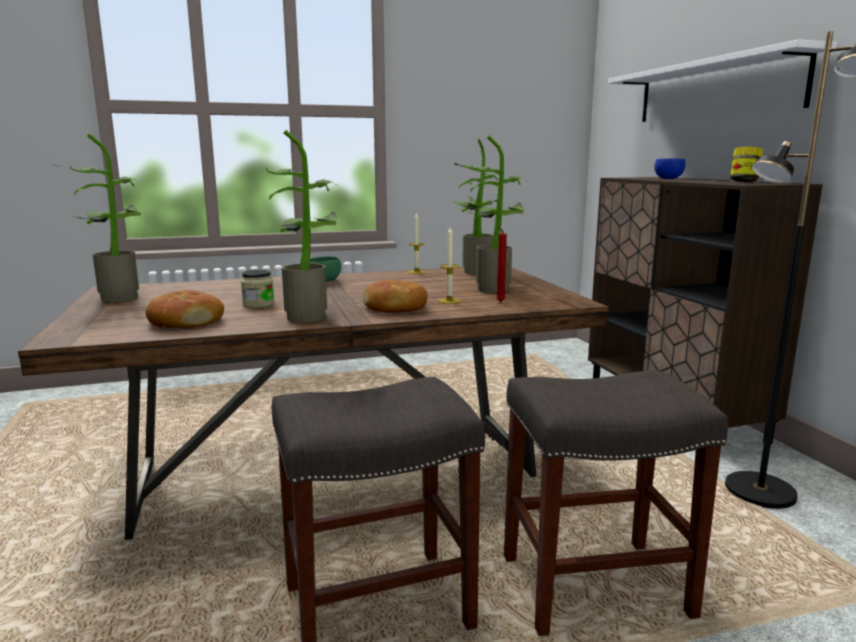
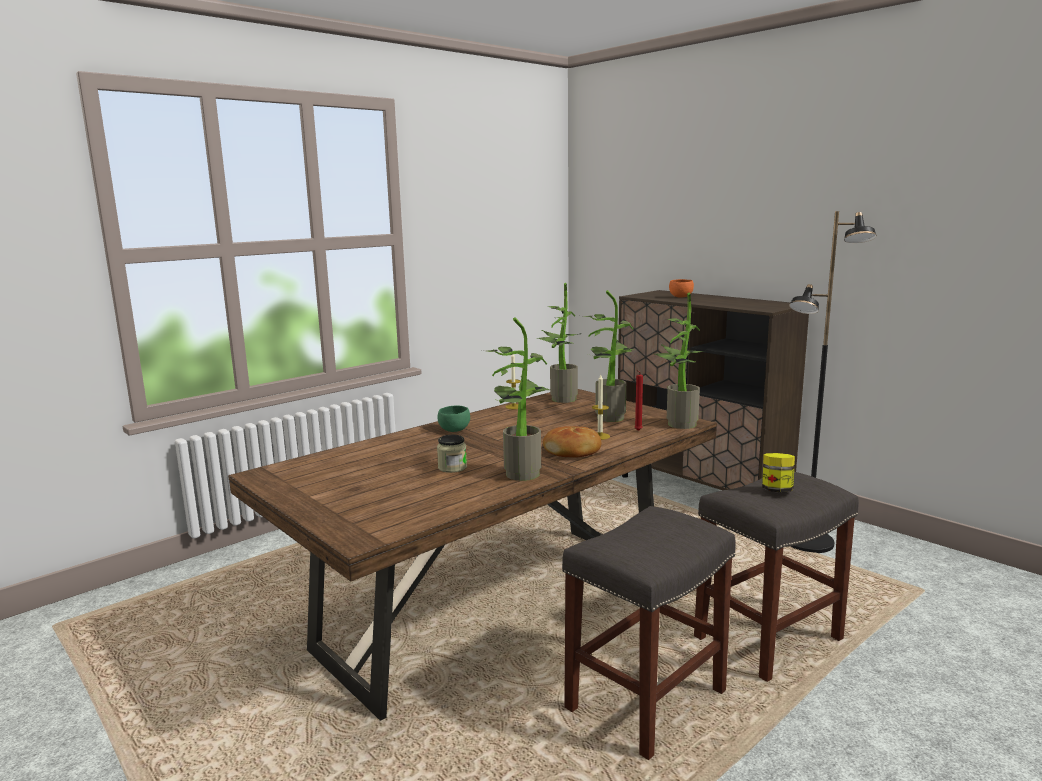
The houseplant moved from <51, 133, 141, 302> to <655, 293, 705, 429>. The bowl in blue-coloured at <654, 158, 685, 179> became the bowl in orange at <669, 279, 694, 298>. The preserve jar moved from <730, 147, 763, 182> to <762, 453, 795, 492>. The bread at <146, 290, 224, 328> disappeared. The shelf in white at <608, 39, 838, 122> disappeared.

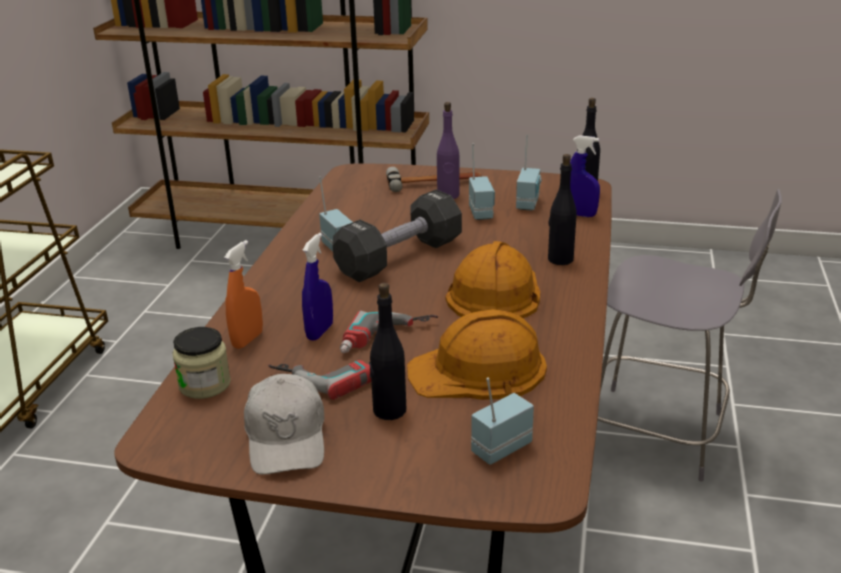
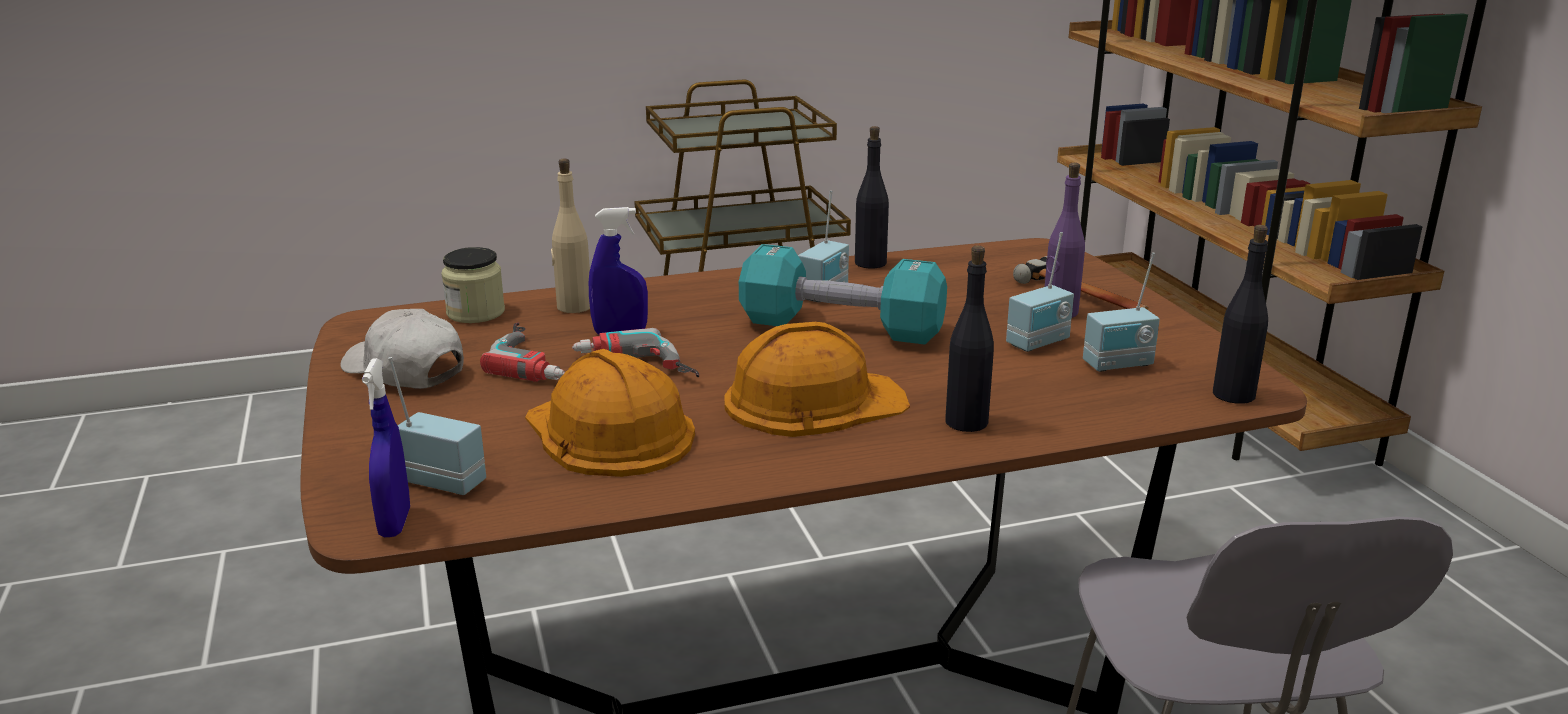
The baseball cap in white at <244, 374, 324, 475> turned 75 degrees clockwise. The spray bottle in blue-coloured moved from <570, 135, 600, 217> to <362, 358, 410, 537>. The spray bottle in orange at <224, 240, 263, 349> was replaced by the beverage bottle in sand-coloured at <551, 159, 590, 313>. The dumbbell in black-coloured at <333, 189, 462, 282> became the dumbbell in turquoise at <739, 244, 947, 345>. The beverage bottle in black-coloured moved from <369, 283, 406, 420> to <855, 126, 889, 269>.

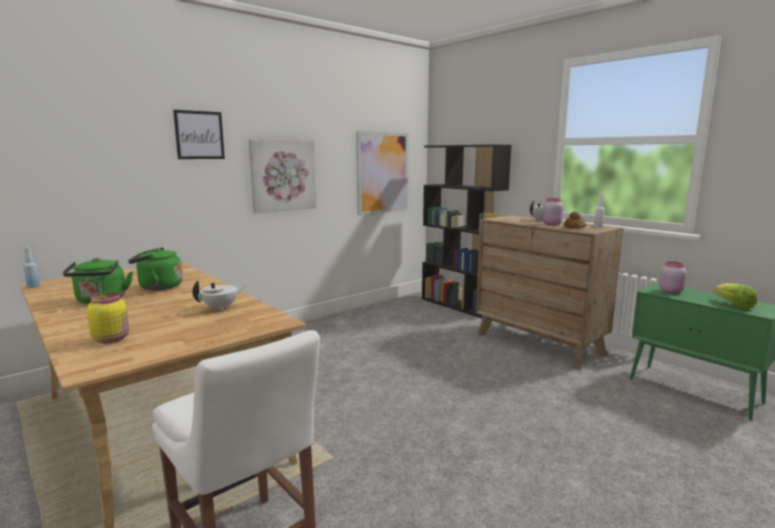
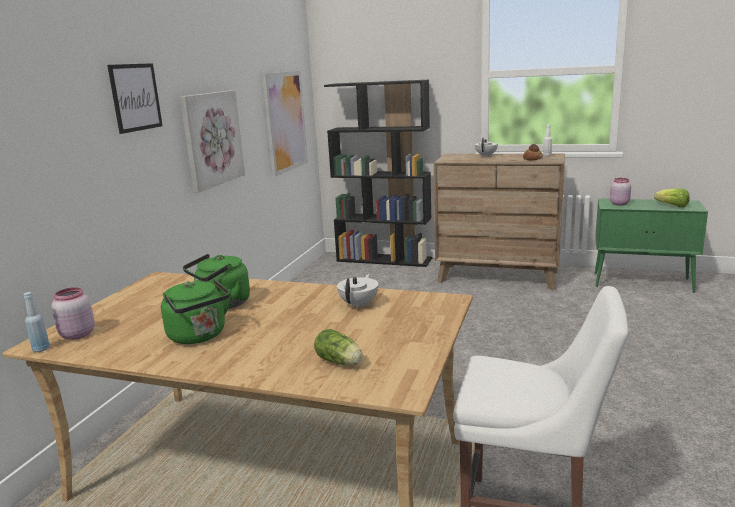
The preserve jar in pink-coloured moved from <543, 198, 564, 225> to <52, 287, 95, 340>. The preserve jar in yellow at <87, 292, 129, 344> was replaced by the lettuce head at <314, 329, 363, 365>.

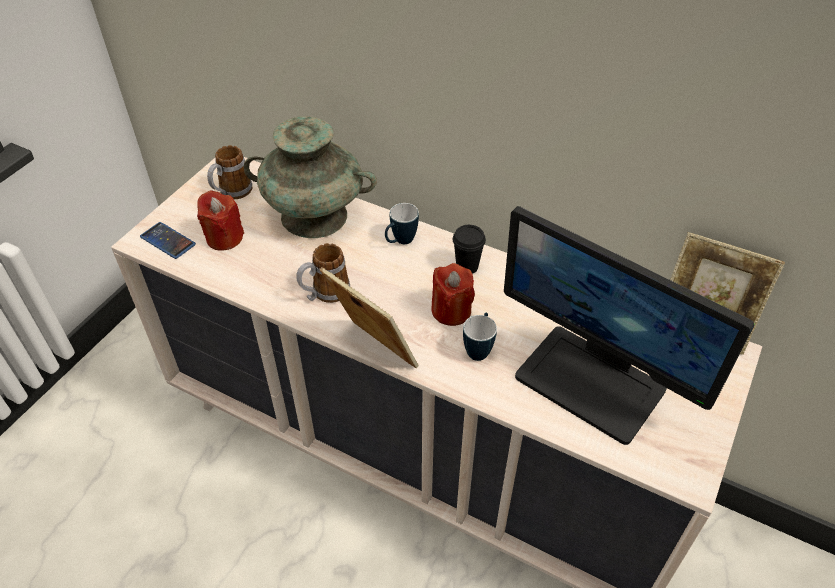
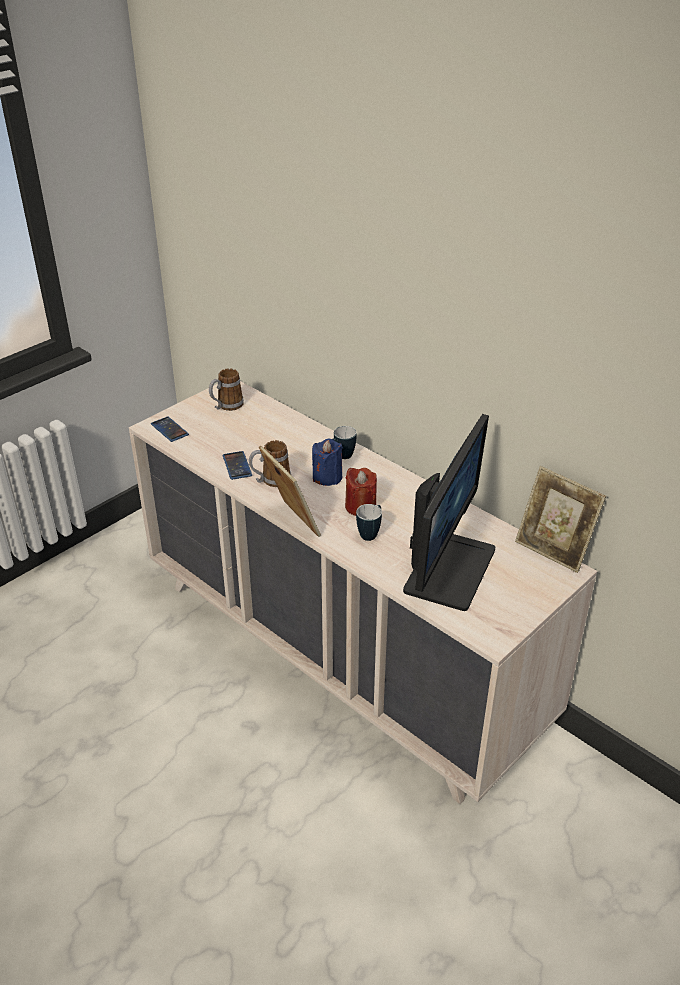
The handset at <223, 451, 252, 480> appeared. The wax light in blue-coloured at <312, 439, 343, 486> appeared. The computer screen at <504, 206, 755, 445> turned 120 degrees counterclockwise. The wax light in red at <197, 190, 244, 250> disappeared. The vase in turquoise at <244, 116, 377, 238> disappeared. The cup in black-coloured at <453, 225, 486, 274> disappeared.

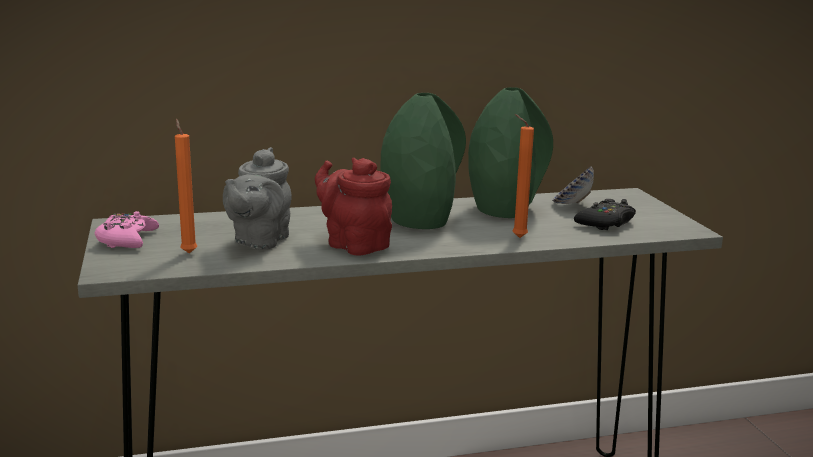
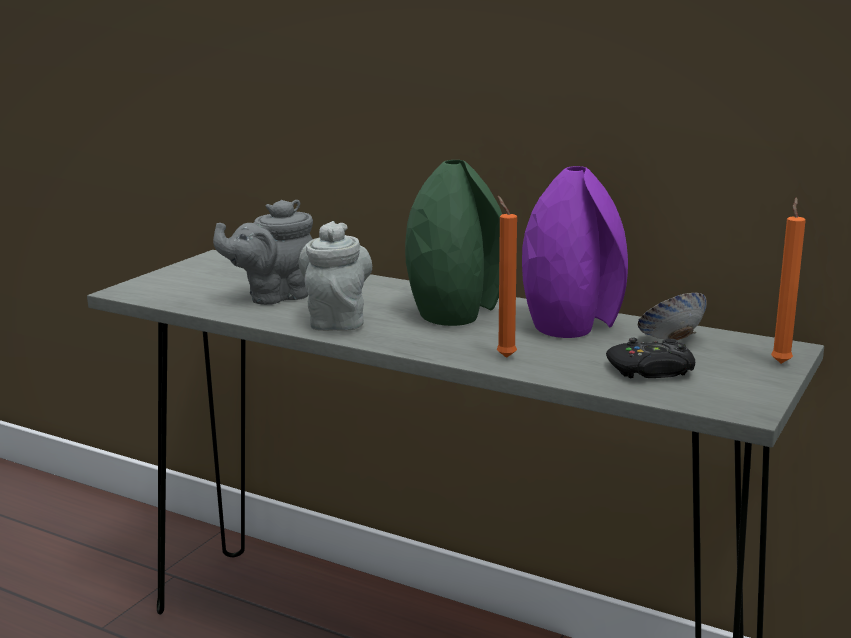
The teapot in red at <315, 158, 392, 255> became the teapot in gray at <299, 221, 372, 331>. The vase in green-coloured at <468, 87, 553, 218> became the vase in purple-coloured at <522, 166, 628, 338>. The wax light in orange moved from <175, 119, 197, 253> to <771, 197, 806, 364>. The game controller in pink-coloured at <95, 211, 159, 248> disappeared.

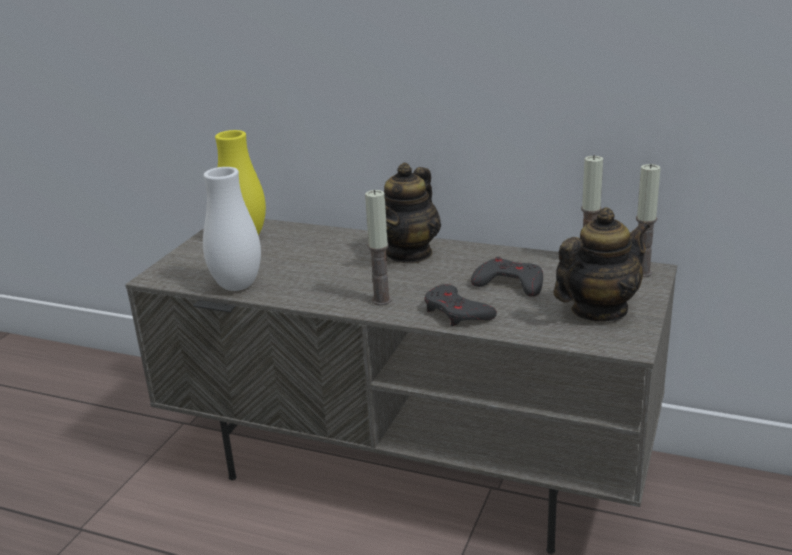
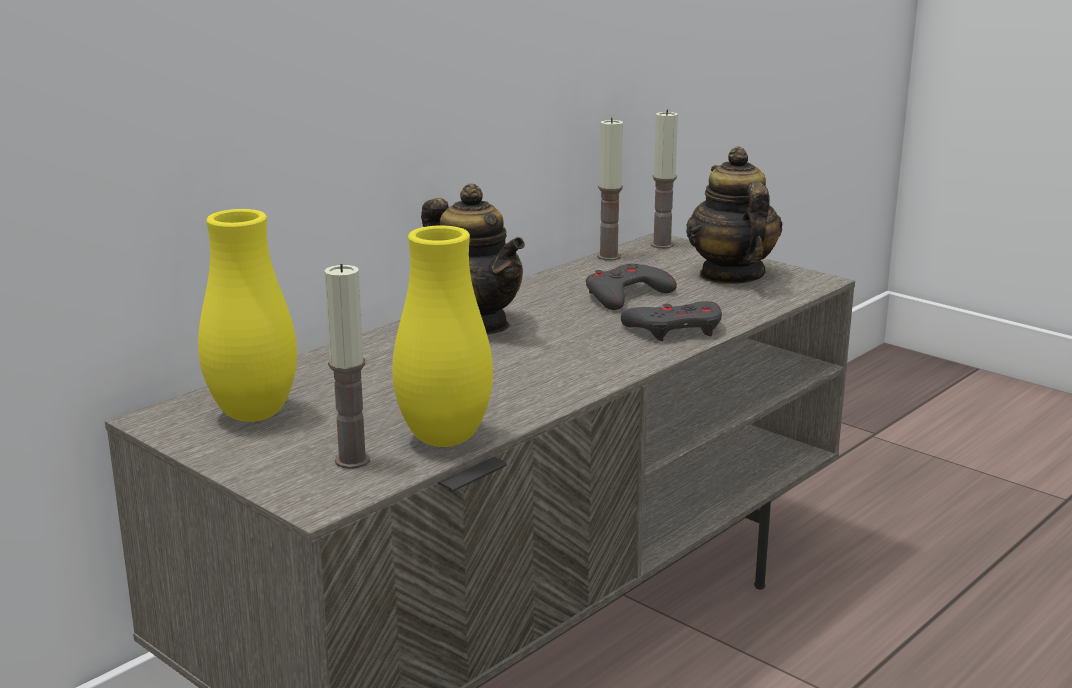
The wax light moved from <365, 190, 392, 306> to <324, 264, 370, 469>. The vase in white at <203, 167, 261, 291> became the vase in yellow at <392, 225, 493, 447>.

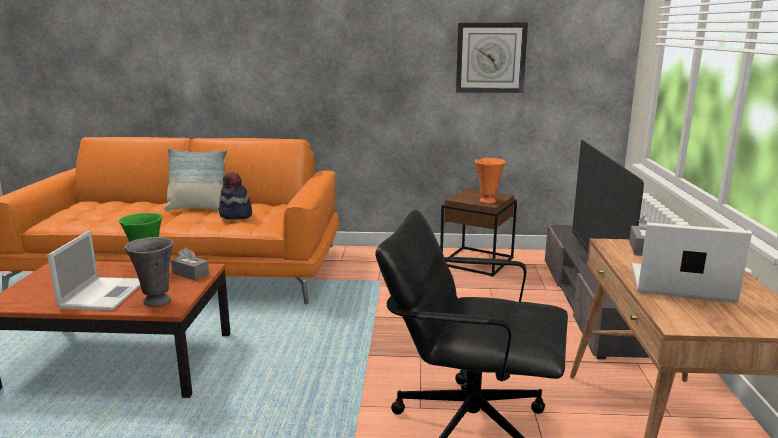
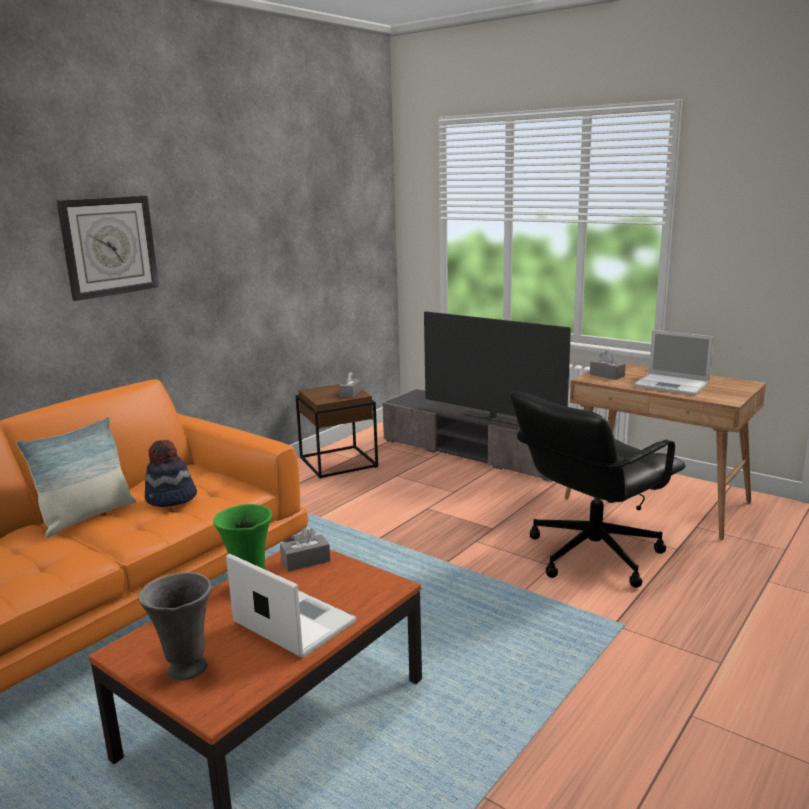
The wall clock moved from <456, 22, 528, 93> to <56, 196, 159, 301>. The vase in gray moved from <124, 237, 174, 307> to <138, 572, 211, 681>. The vase in orange at <475, 158, 506, 204> was replaced by the box of tissues in gray at <339, 371, 362, 398>. The portable computer at <631, 222, 752, 303> turned 105 degrees counterclockwise.

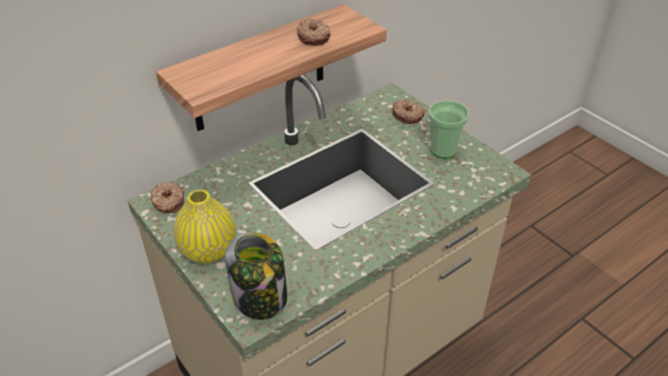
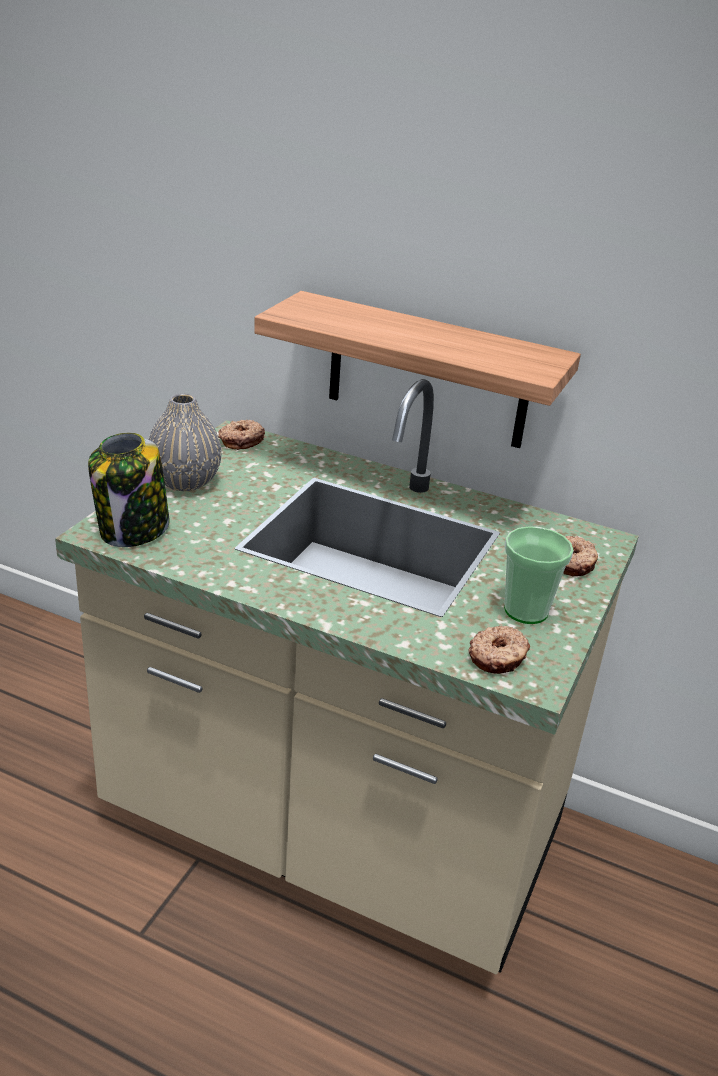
The vase in yellow at <174, 189, 236, 263> became the vase in gray at <148, 393, 222, 491>. The doughnut moved from <297, 19, 330, 46> to <469, 626, 530, 674>.

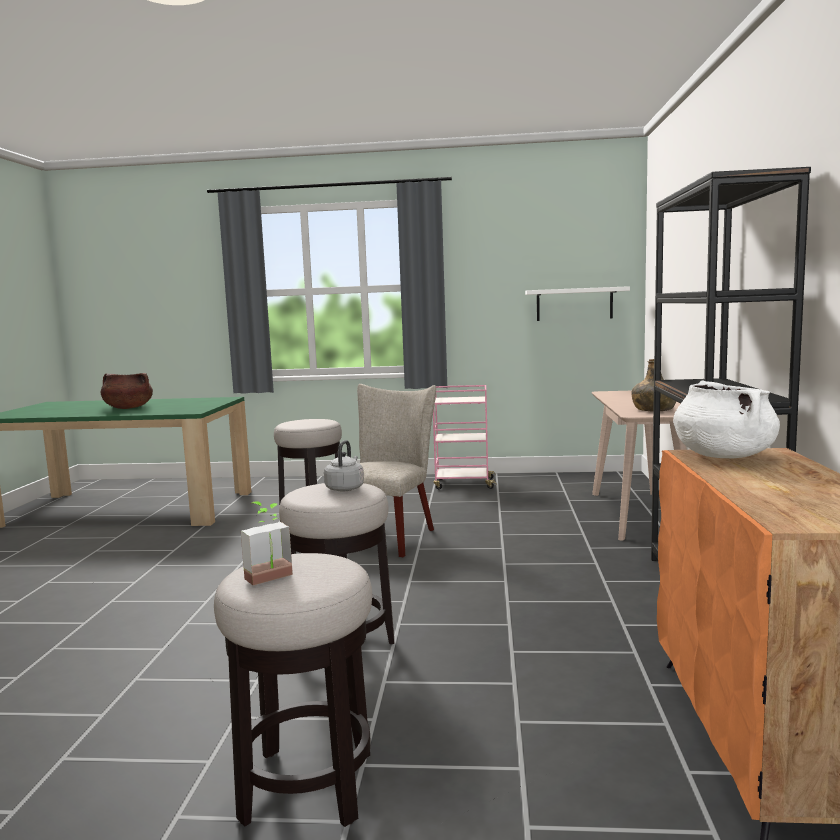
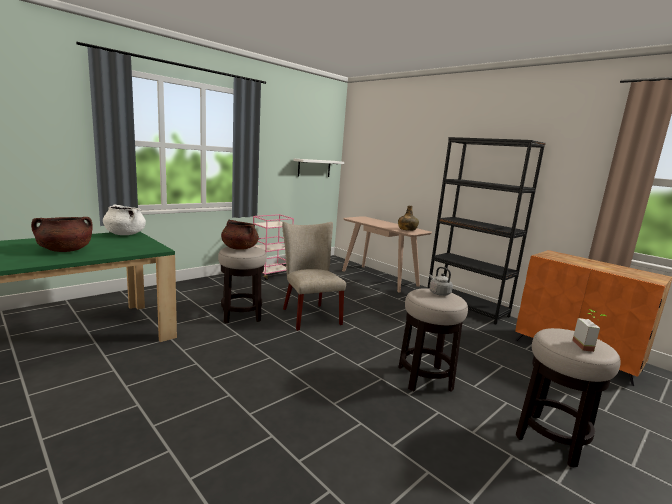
The saucepot in white moved from <673, 380, 780, 458> to <103, 204, 146, 235>. The saucepot in brownish at <221, 220, 259, 250> appeared.

